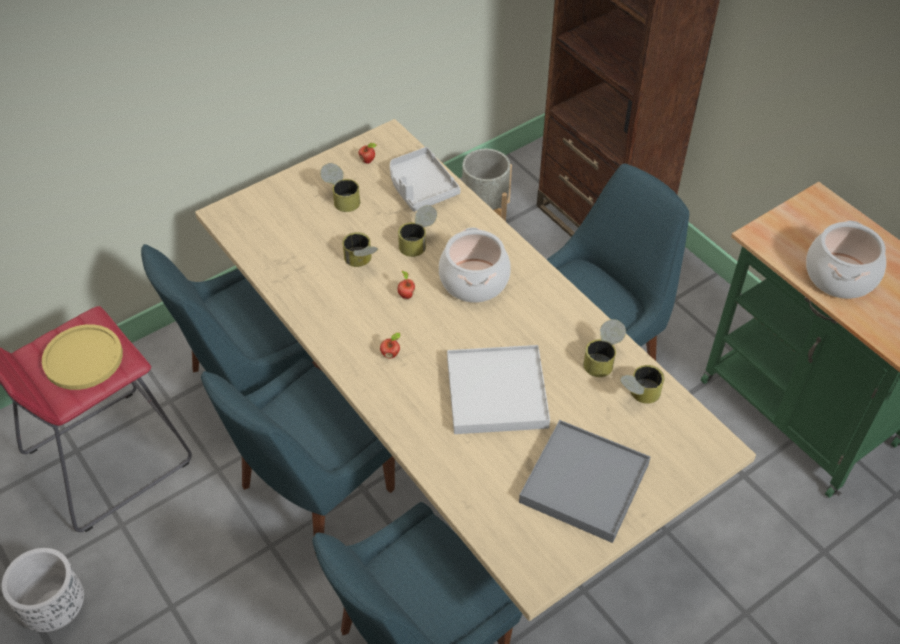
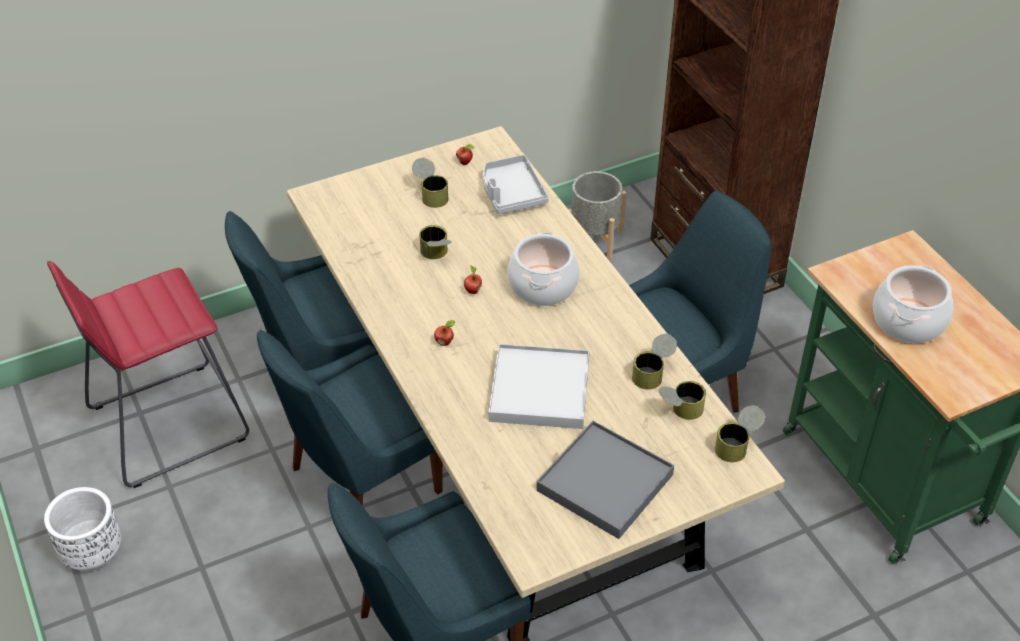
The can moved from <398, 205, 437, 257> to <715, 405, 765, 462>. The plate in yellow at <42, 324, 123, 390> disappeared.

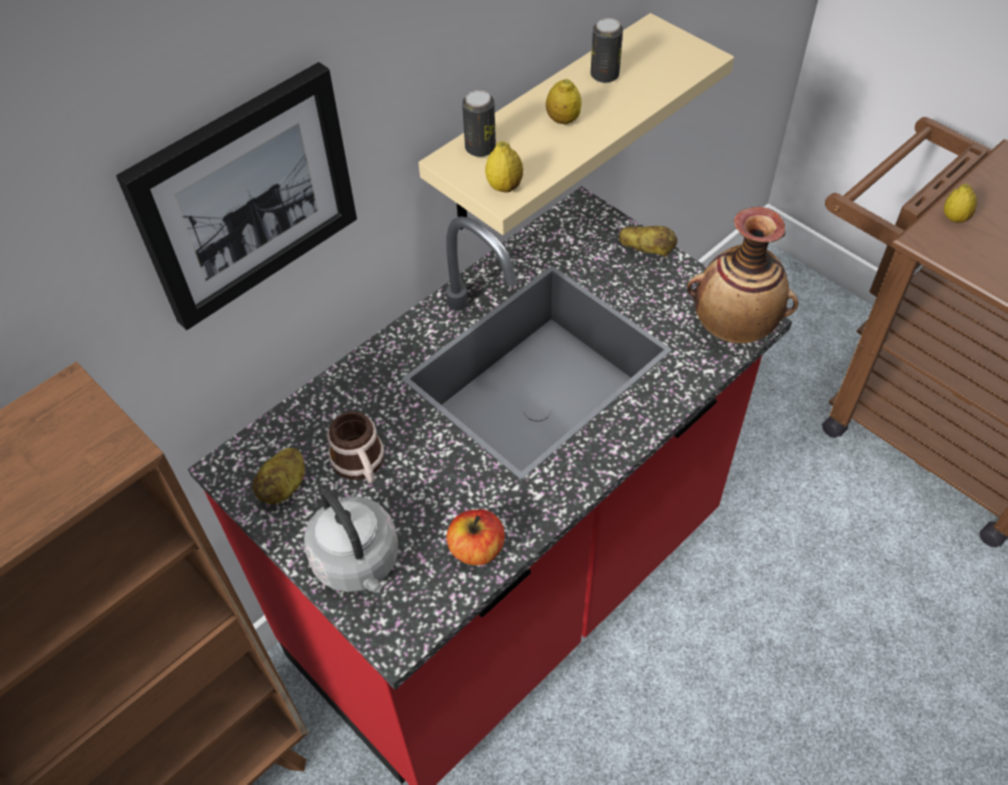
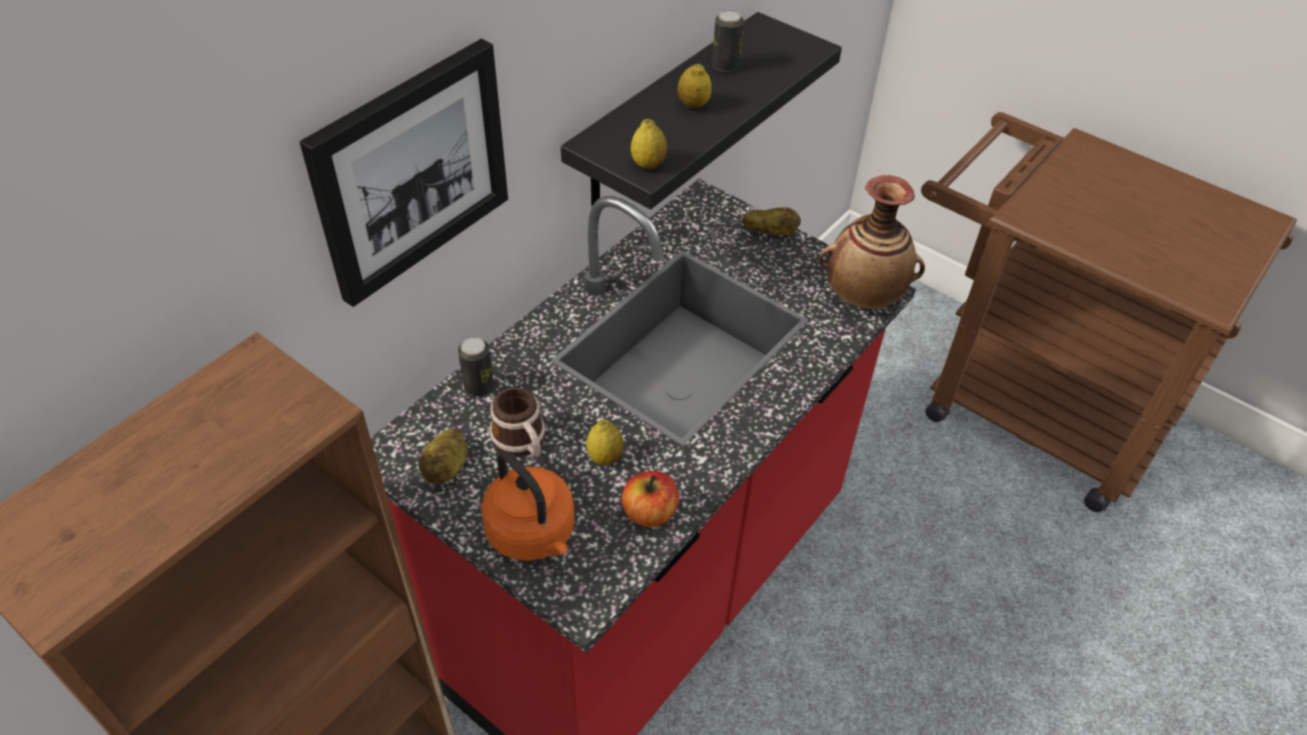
The can moved from <462, 90, 496, 157> to <458, 337, 494, 396>. The tea kettle in gray at <304, 486, 399, 593> became the tea kettle in orange at <481, 451, 575, 561>. The shelf in sand-coloured at <419, 13, 734, 235> became the shelf in black-coloured at <561, 12, 842, 209>. The citrus fruit moved from <944, 184, 977, 223> to <586, 419, 624, 465>.

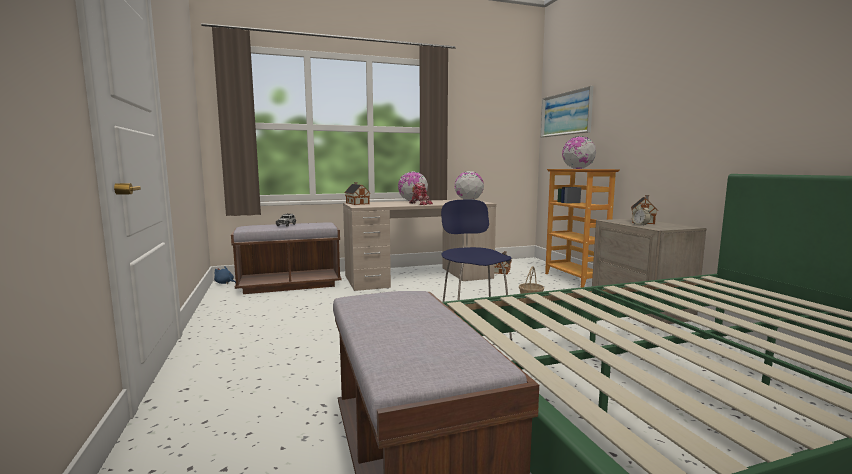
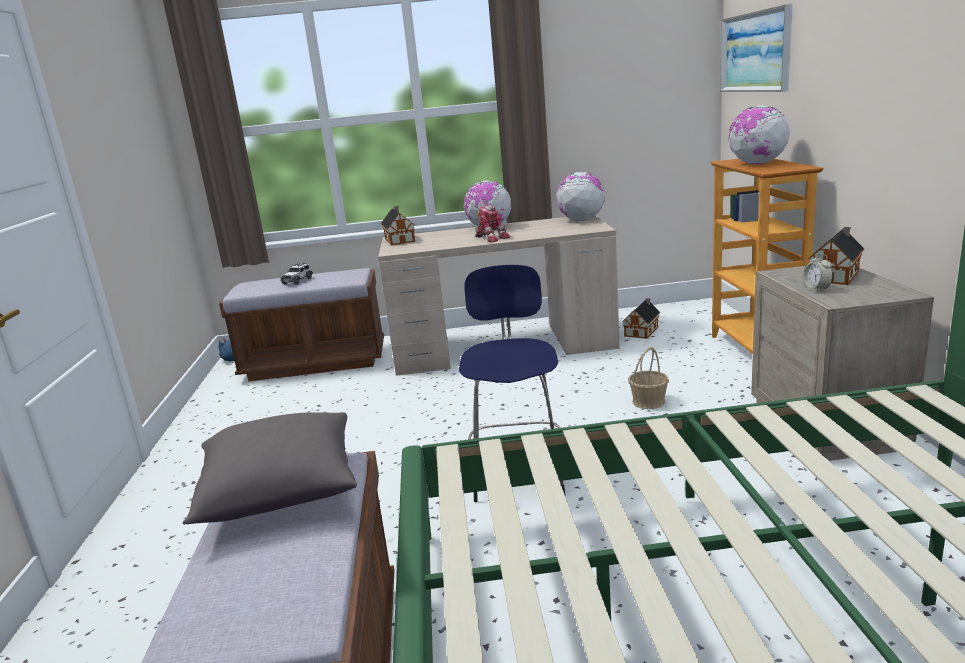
The throw pillow in gray at <183, 412, 357, 524> appeared.

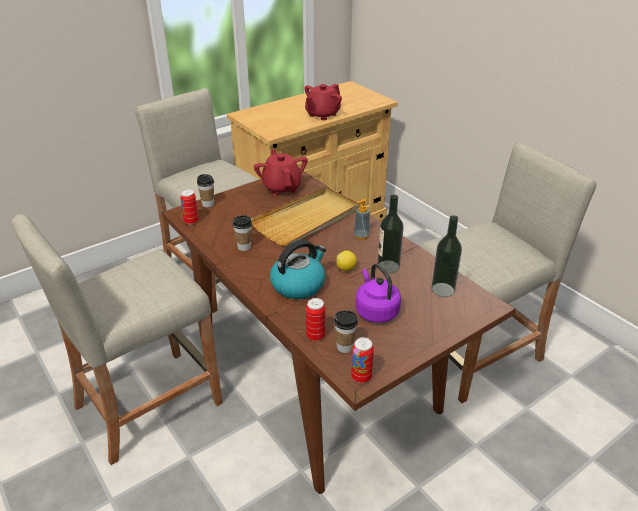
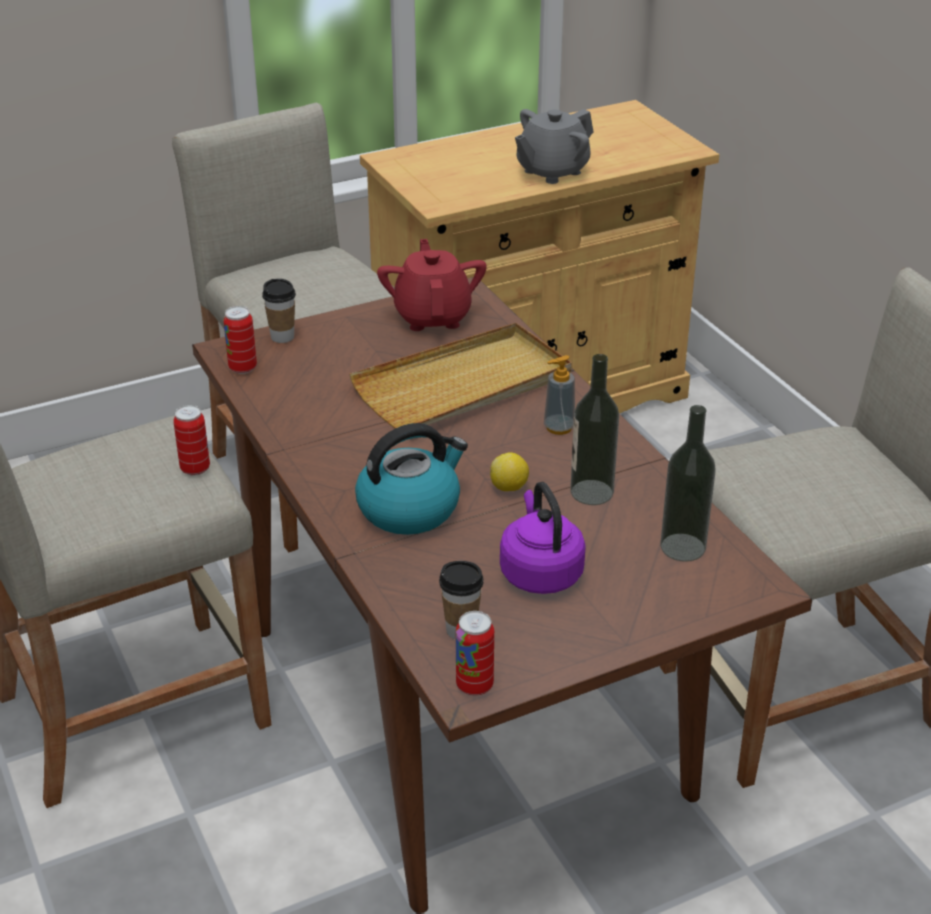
The can moved from <306, 298, 325, 341> to <173, 405, 210, 476>. The teapot in red at <305, 84, 342, 120> became the teapot in gray at <515, 109, 593, 184>. The cup at <233, 215, 252, 251> disappeared.

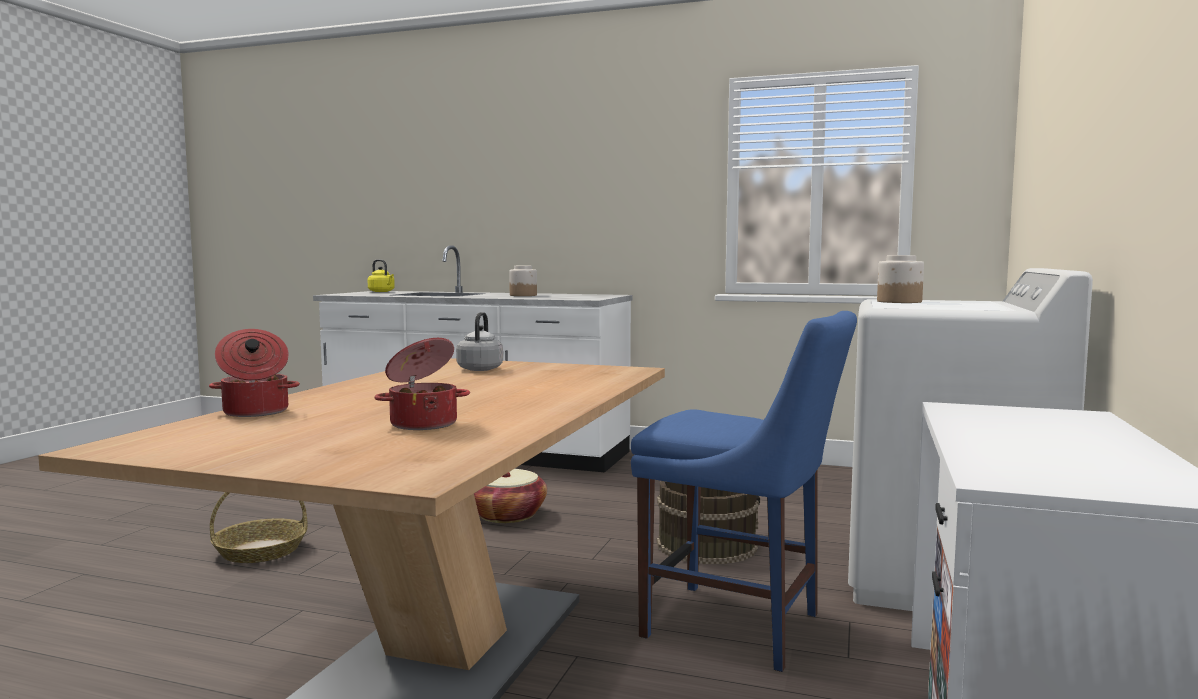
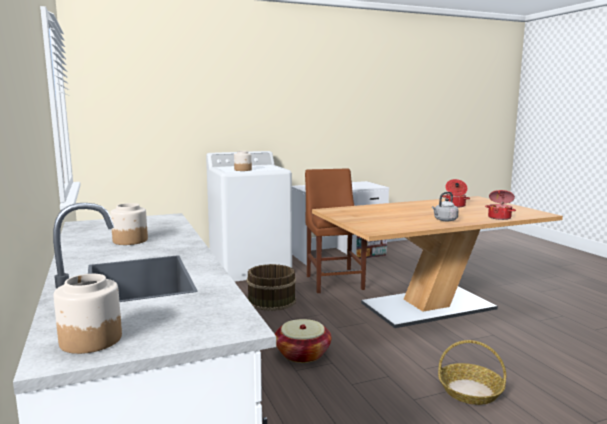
The tea kettle in yellow at <368, 259, 395, 292> was replaced by the preserve jar at <53, 274, 122, 354>. The chair in blue-coloured at <631, 311, 857, 672> became the chair in brownish at <305, 168, 367, 293>. The tea kettle in gray moved from <456, 312, 503, 371> to <432, 192, 459, 221>.

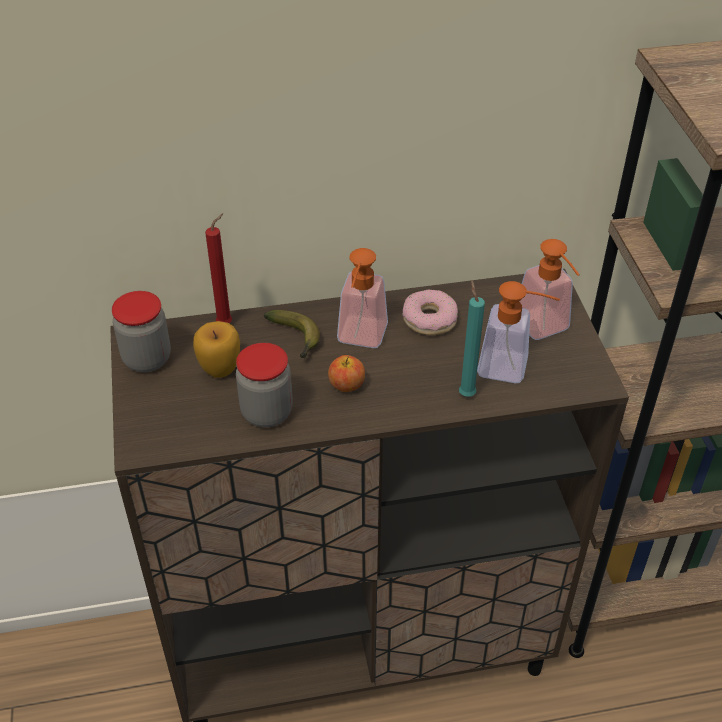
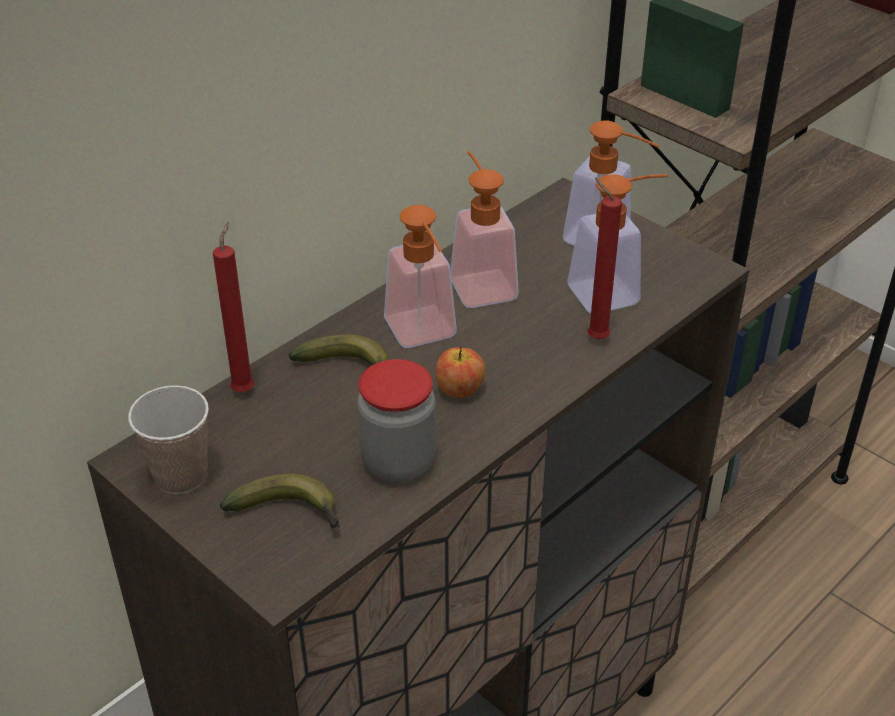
The preserve jar at <112, 291, 171, 372> was replaced by the cup at <128, 385, 209, 494>. The whole banana at <220, 473, 340, 528> appeared. The doughnut at <403, 290, 458, 335> was replaced by the soap bottle at <450, 151, 519, 308>. The wax light in turquoise at <459, 280, 485, 397> became the wax light in red at <587, 177, 622, 339>. The whole apple at <193, 321, 240, 378> disappeared.

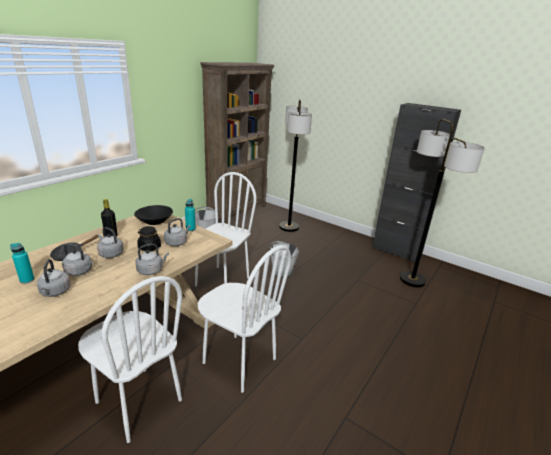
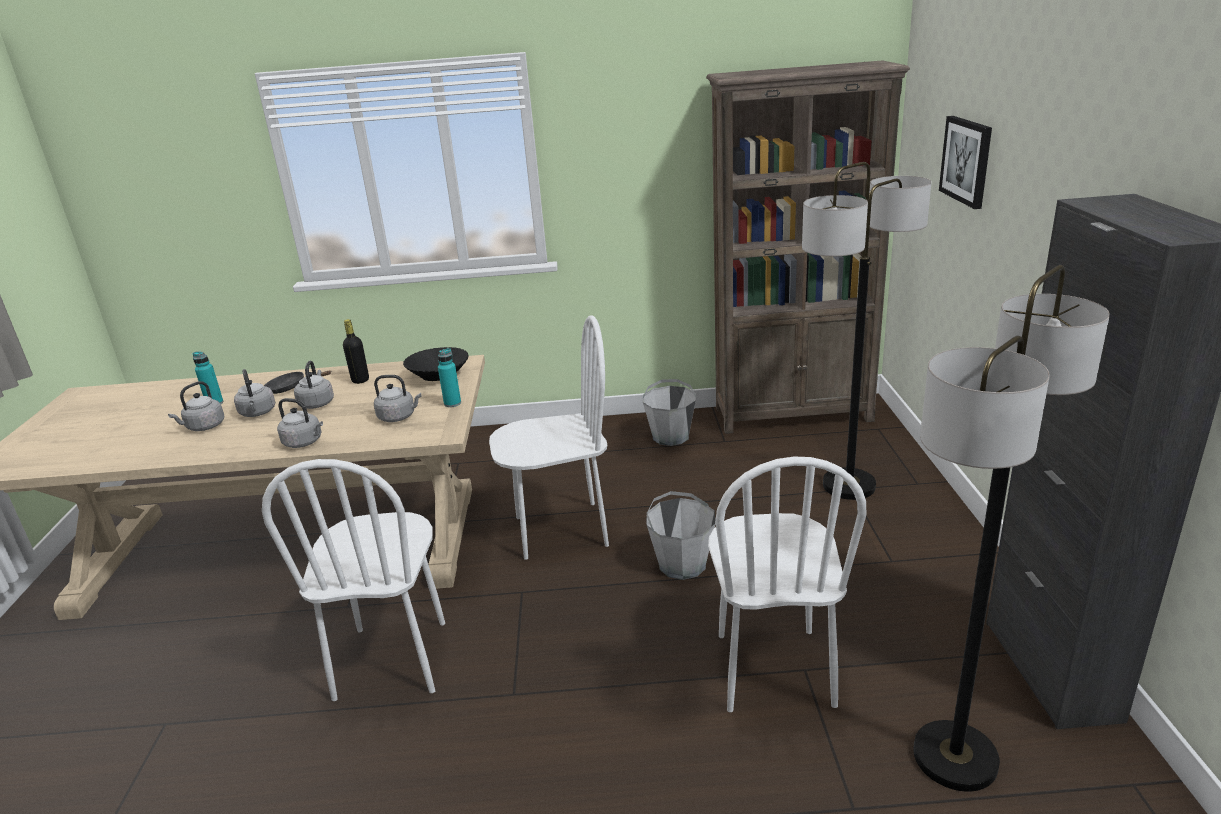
The chair in white moved from <78, 276, 182, 443> to <708, 457, 866, 712>. The wall art at <939, 116, 992, 209> appeared. The preserve jar in black-coloured at <137, 226, 161, 251> disappeared.

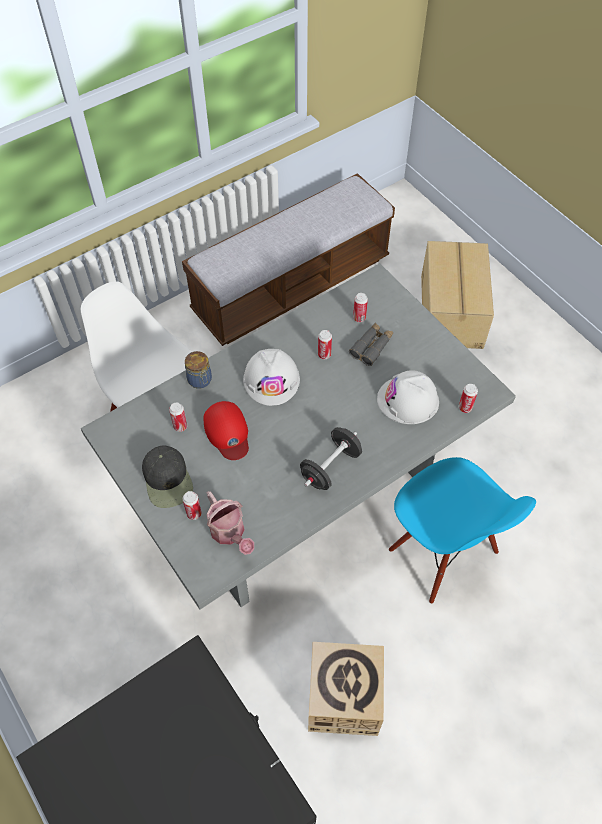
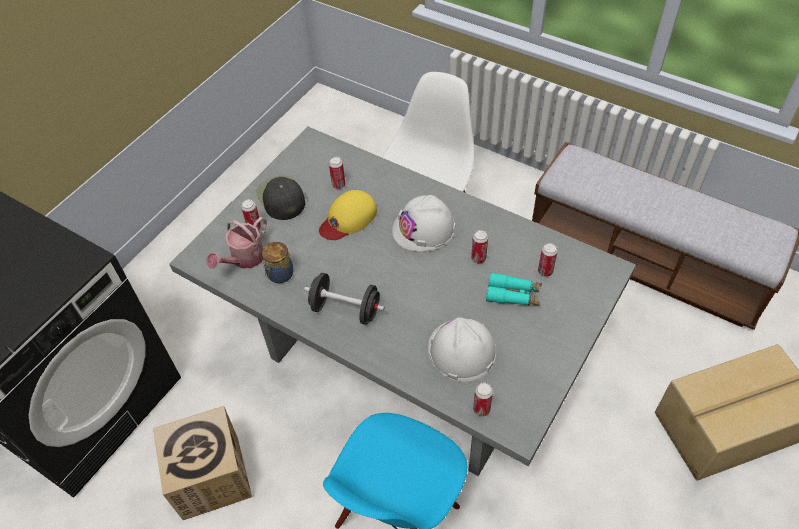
The baseball cap in black-coloured at <142, 445, 193, 508> turned 105 degrees clockwise. The preserve jar moved from <185, 351, 212, 389> to <262, 242, 294, 283>. The baseball cap in red at <203, 401, 249, 460> became the baseball cap in yellow at <319, 190, 377, 240>. The field glasses in gray at <349, 323, 393, 366> became the field glasses in turquoise at <486, 272, 542, 306>.

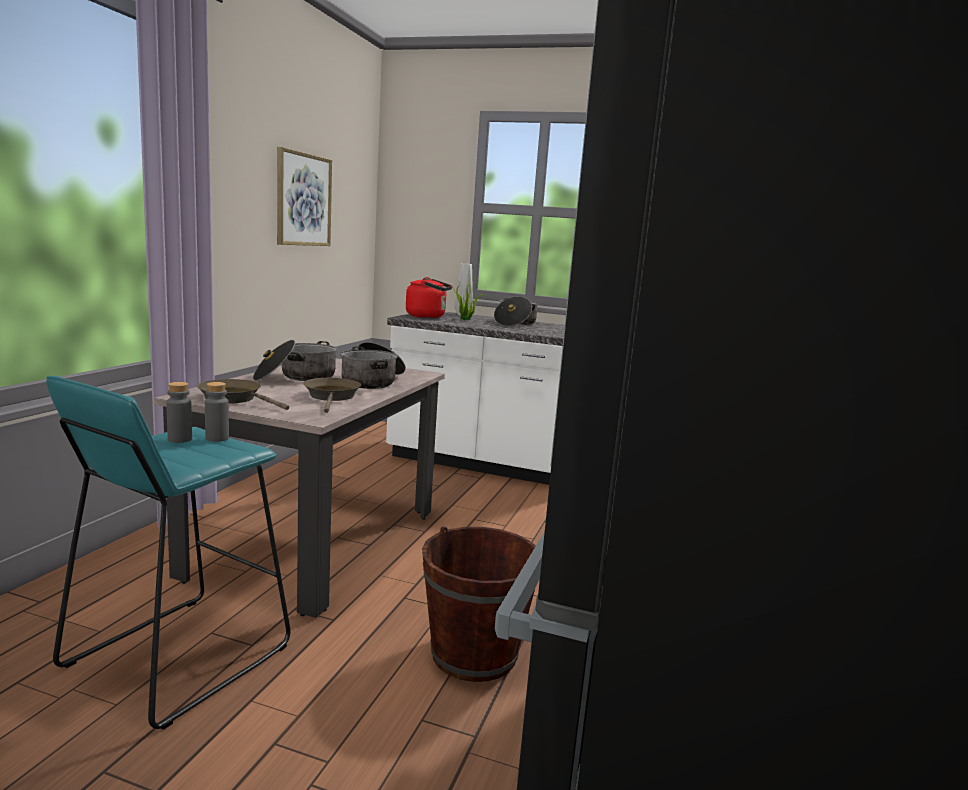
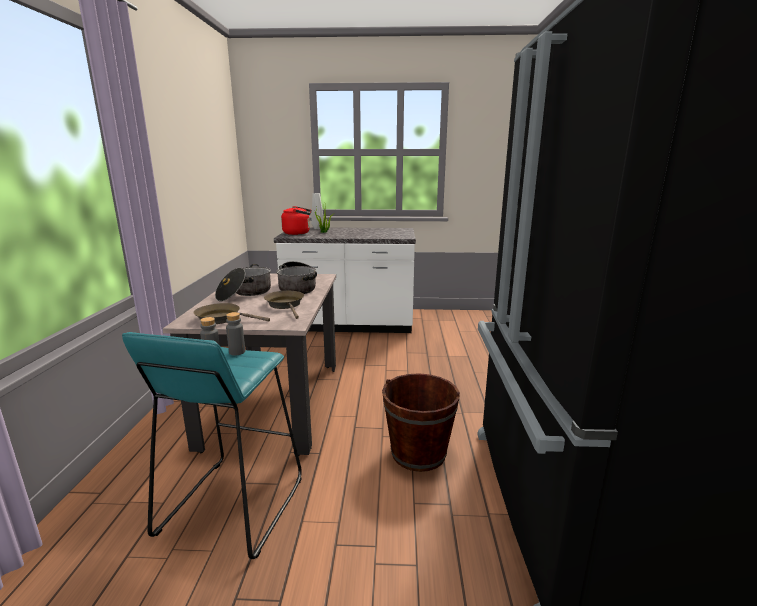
The wall art at <277, 147, 332, 246> disappeared. The saucepot at <494, 296, 539, 326> disappeared.

